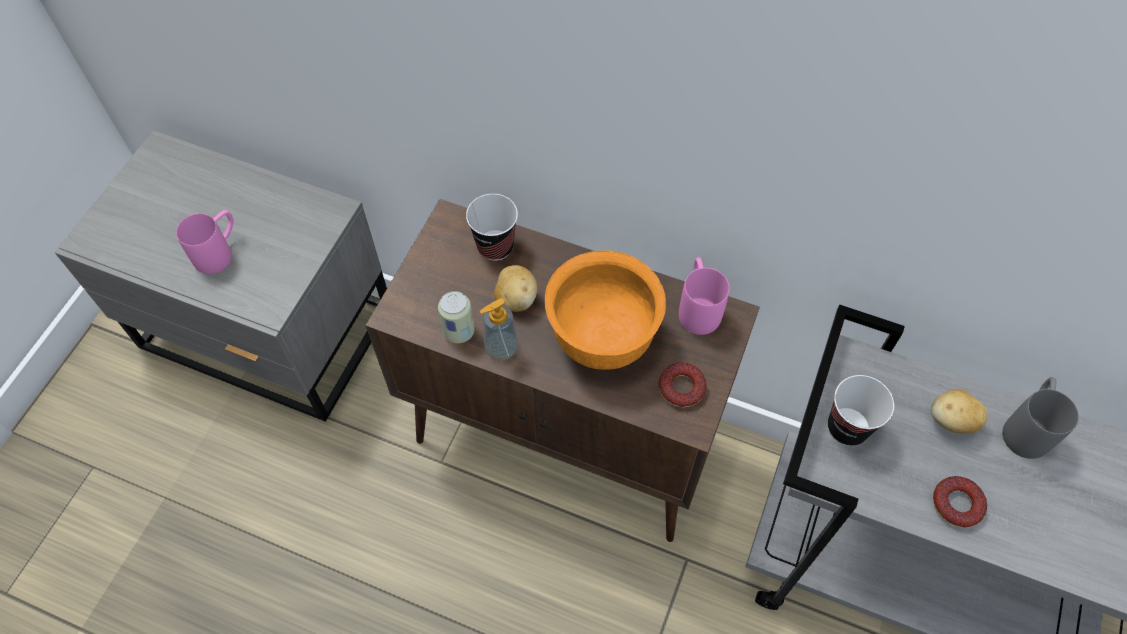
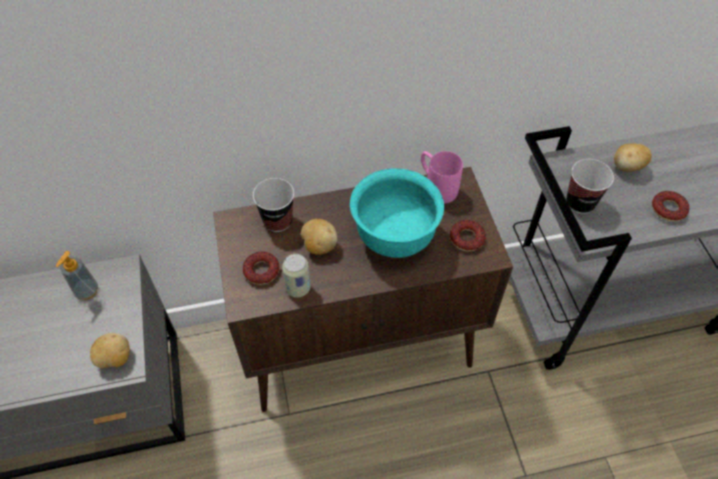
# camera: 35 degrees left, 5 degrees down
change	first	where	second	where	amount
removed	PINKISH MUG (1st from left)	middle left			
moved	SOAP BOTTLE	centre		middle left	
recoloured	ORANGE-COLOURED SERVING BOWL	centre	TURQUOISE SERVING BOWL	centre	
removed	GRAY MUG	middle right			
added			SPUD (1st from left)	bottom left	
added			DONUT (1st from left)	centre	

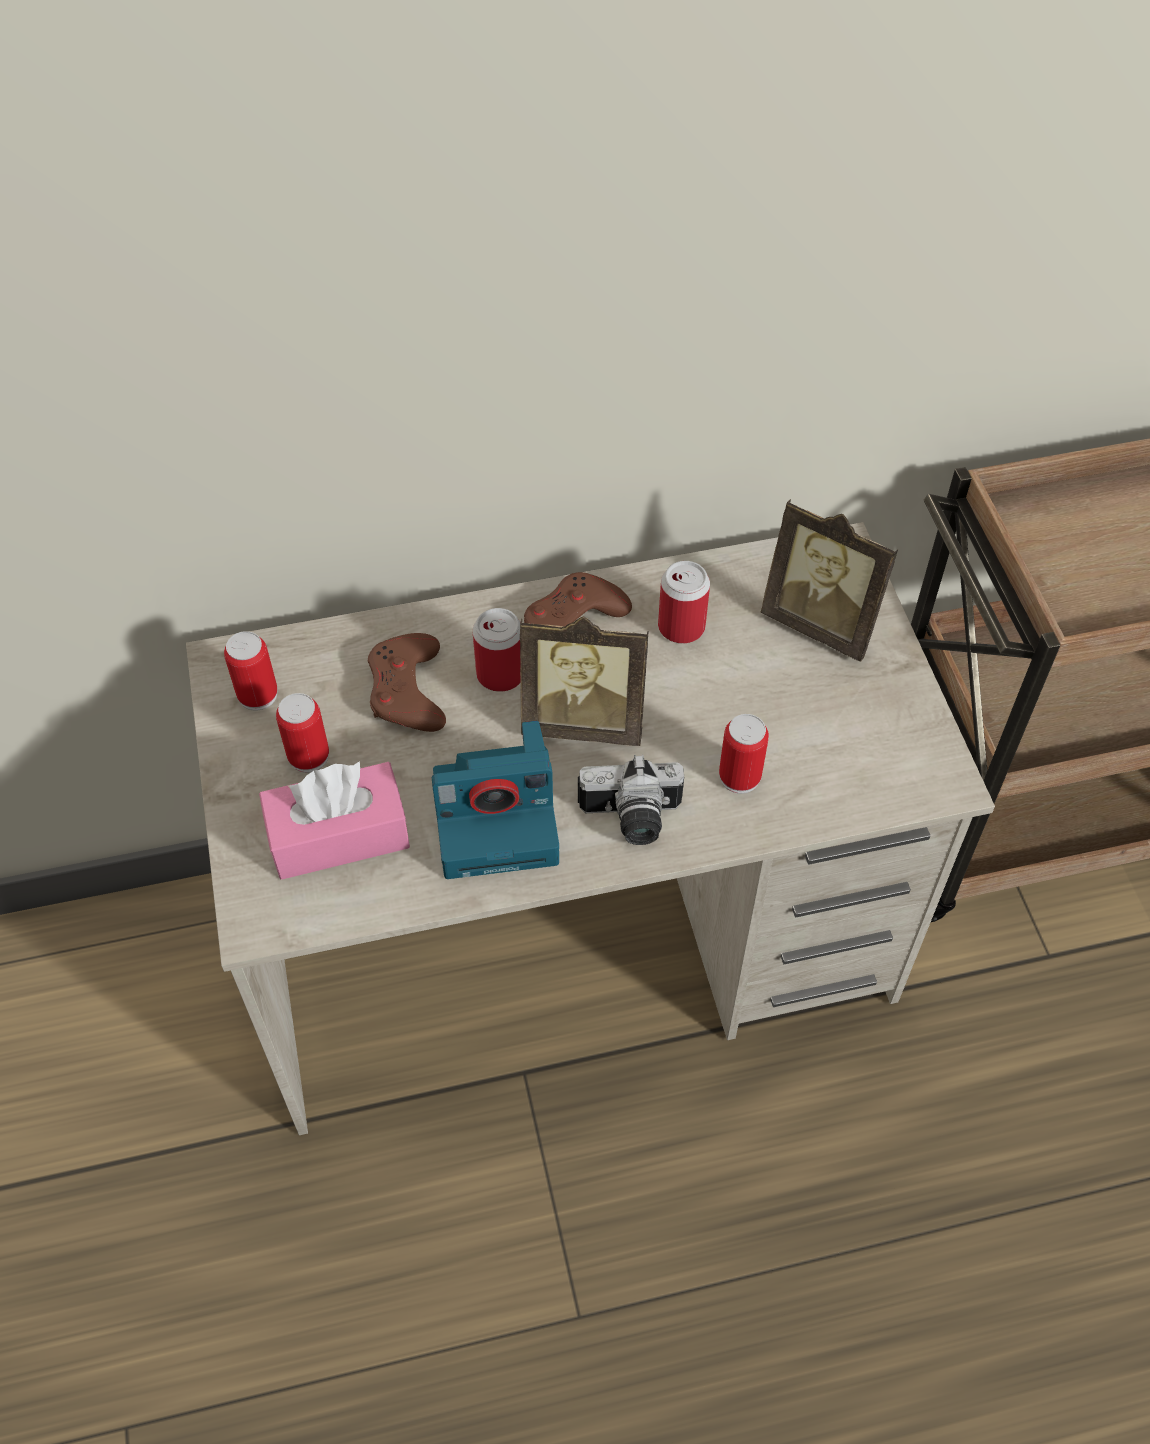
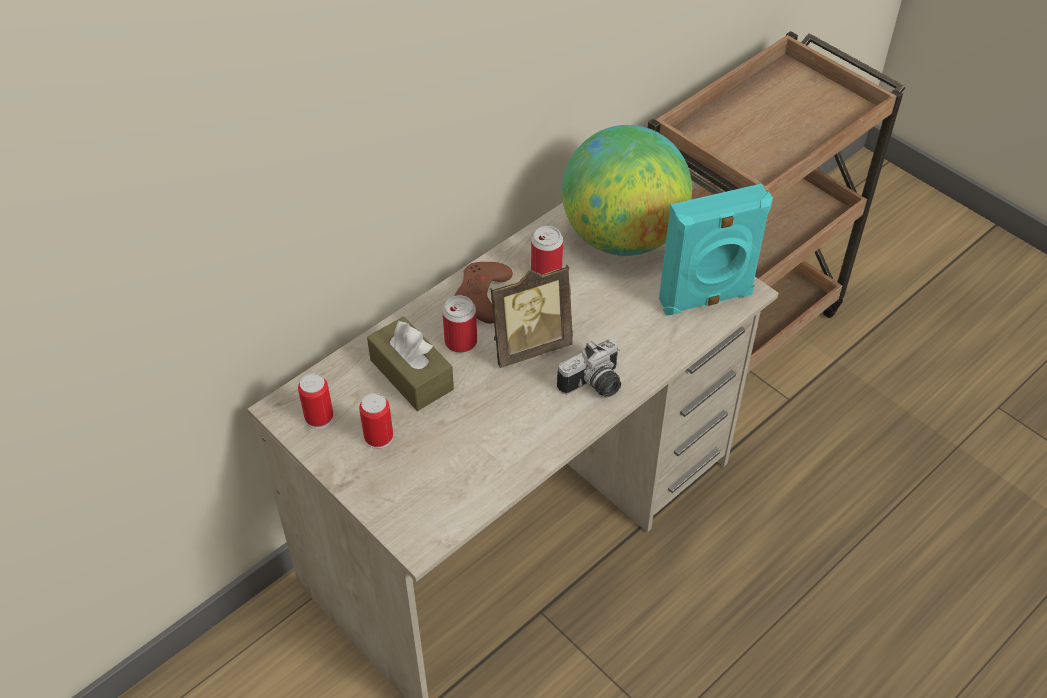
# camera: 30 degrees left, 5 degrees down
change	first	where	second	where	amount
removed	PINKISH TISSUE BOX	middle left			
replaced	BROWNISH JOYPAD (1st from left)	centre	BROWNISH TISSUE BOX	centre	
removed	PHOTO CAMERA (1st from left)	centre			
removed	METAL CAN (5th from left)	centre			
replaced	PHOTO FRAME (2nd from left)	middle right	DESK GLOBE	top centre	
added			TURQUOISE LOUDSPEAKER	middle right	

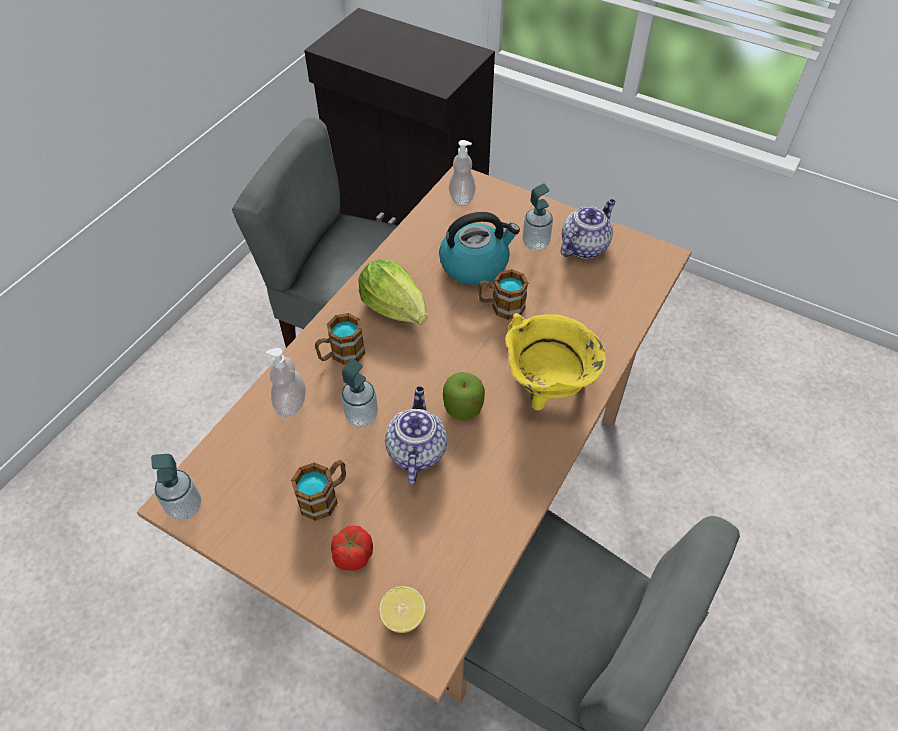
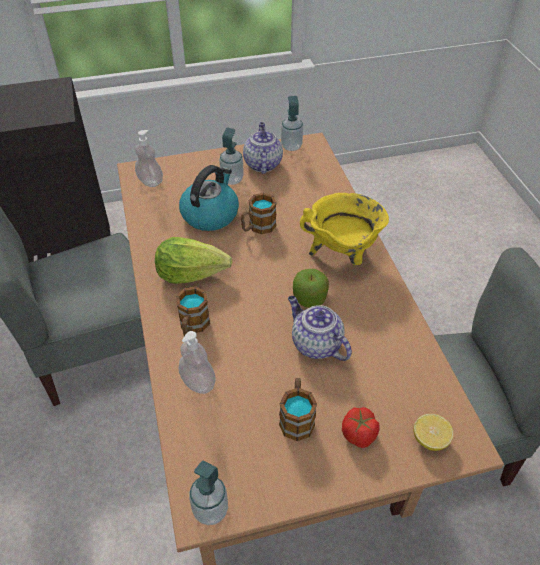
# camera: 45 degrees left, 5 degrees down
change	first	where	second	where	amount
moved	SOAP BOTTLE (3rd from left in the first image)	centre	SOAP BOTTLE (5th from left)	top centre	

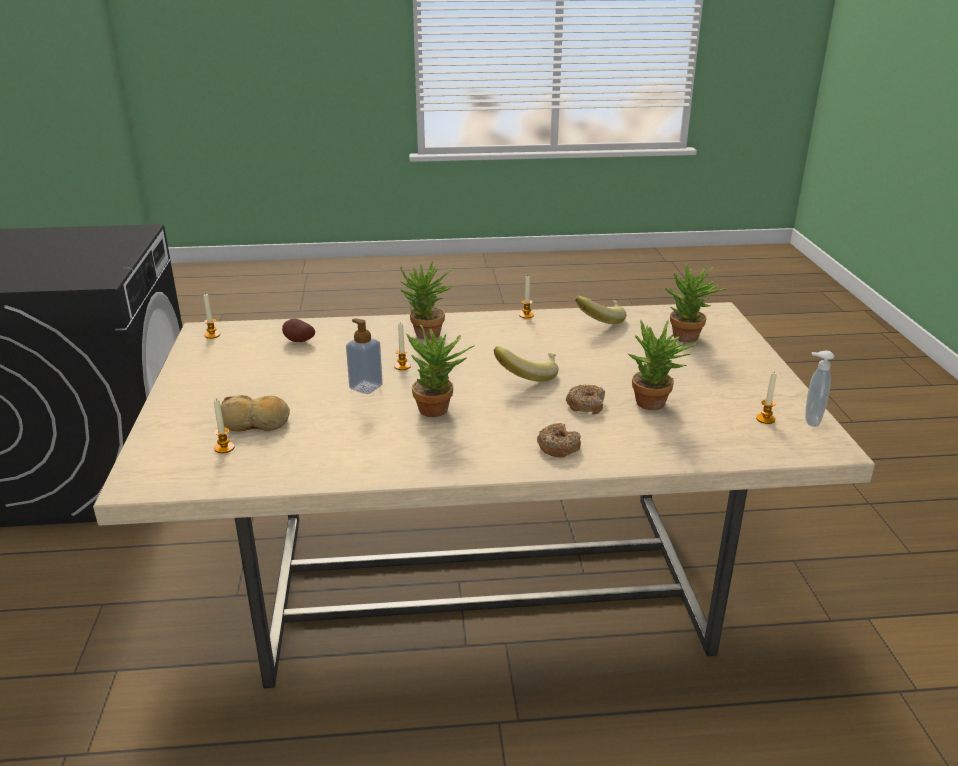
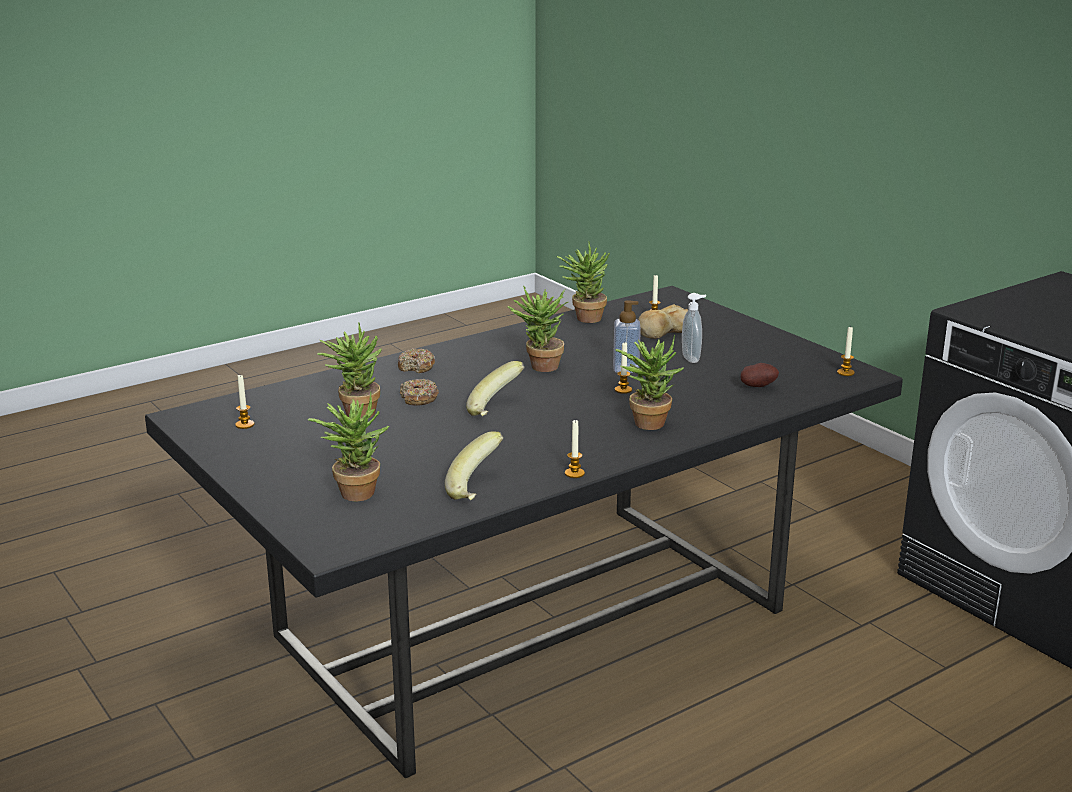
# camera: 150 degrees right, 5 degrees down
change	first	where	second	where	amount
recoloured	BEIGE-COLOURED DINING TABLE	centre	BLACK DINING TABLE	bottom centre	
moved	SOAP BOTTLE (2nd from left)	middle right		centre	
added			HOUSEPLANT (4th from left)	centre	

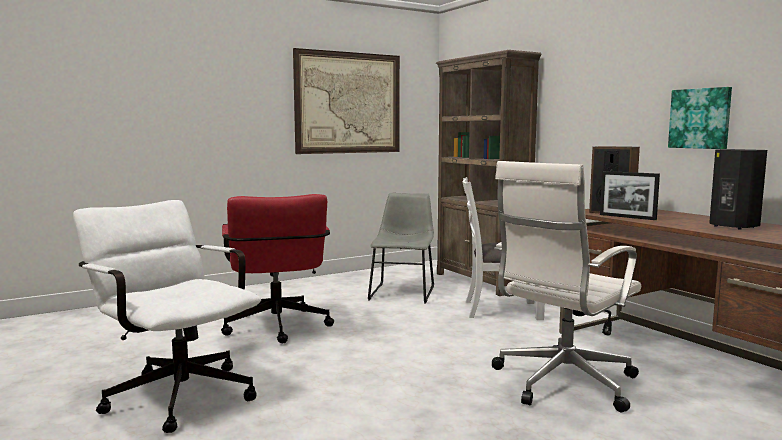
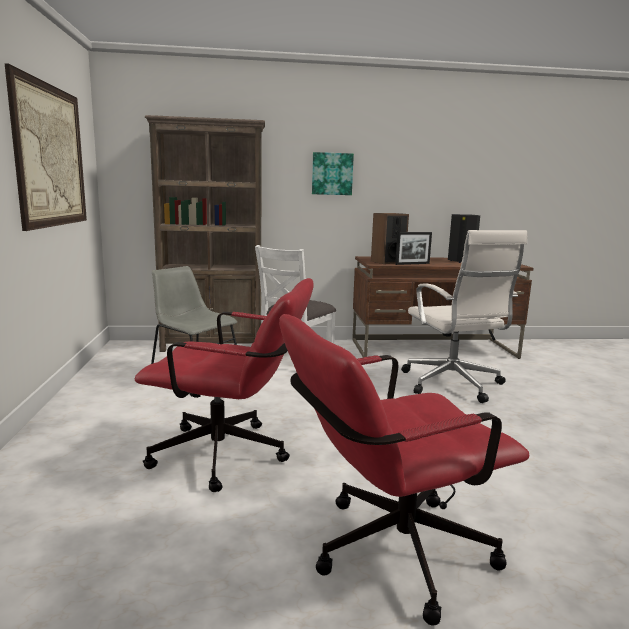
# camera: 65 degrees left, 5 degrees up
change	first	where	second	where	amount
recoloured	WHITE-COLOURED COMPUTER CHAIR (1st from left)	bottom left	RED-COLOURED COMPUTER CHAIR (2nd from left)	bottom centre	
moved	PICTURE (2nd from left)	top right		top centre	

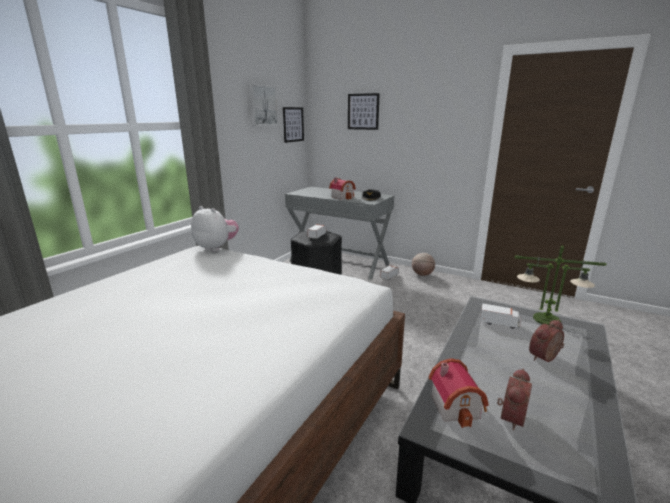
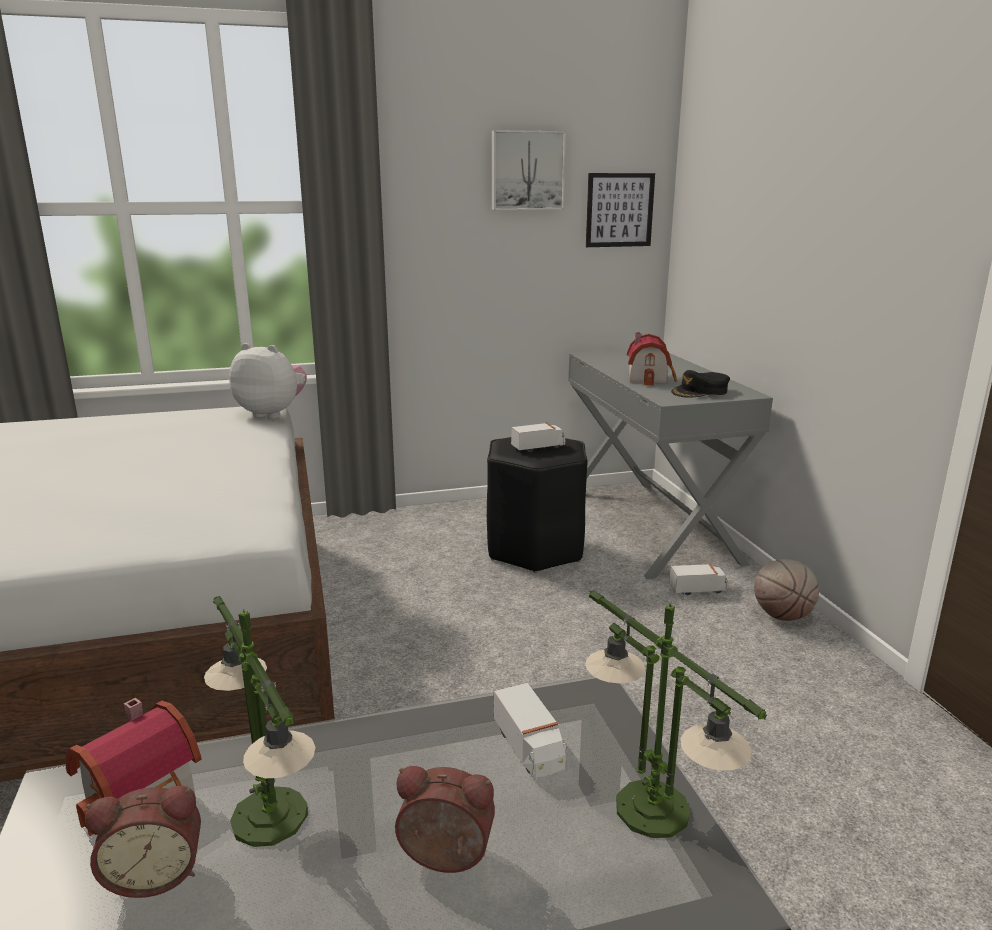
# camera: 45 degrees right, 0 degrees up
change	first	where	second	where	amount
turned	SOFT TOY	middle left		middle left	60 degrees counterclockwise
removed	PICTURE (3rd from left)	top centre			
added			LAMP FOR A TABLE (1st from left)	bottom left	

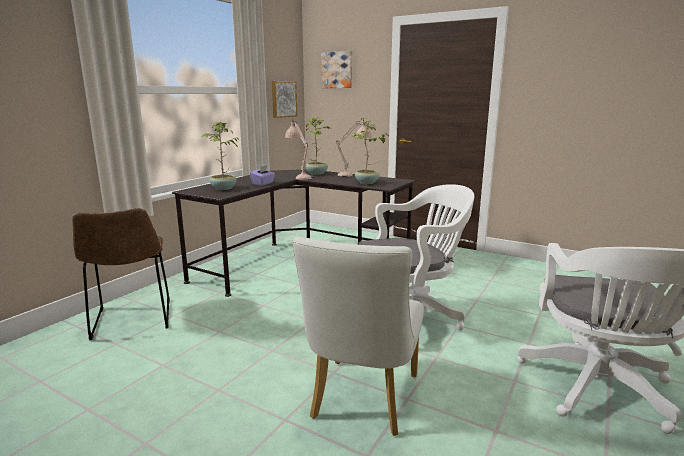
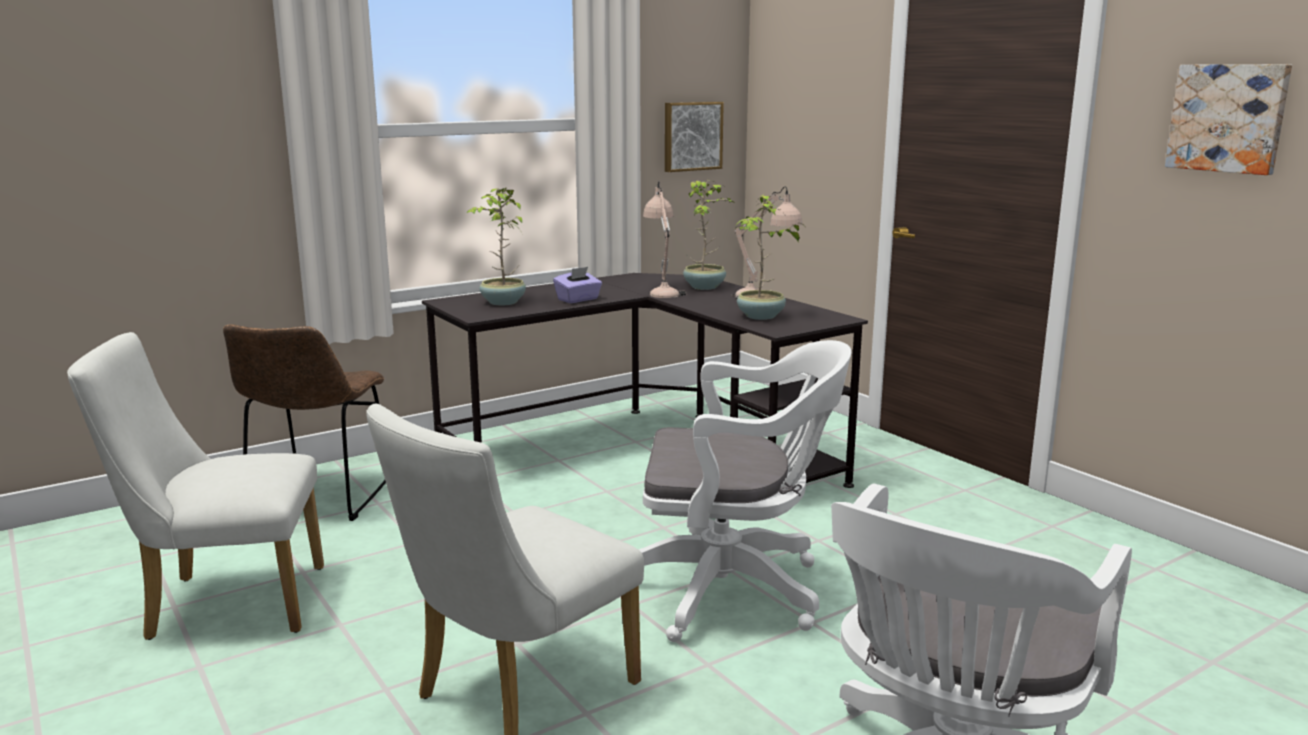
# camera: 25 degrees right, 0 degrees up
change	first	where	second	where	amount
moved	PICTURE (2nd from left)	top centre		top right	
added			WHITE-COLOURED PLAIN CHAIR (1st from left)	middle left	

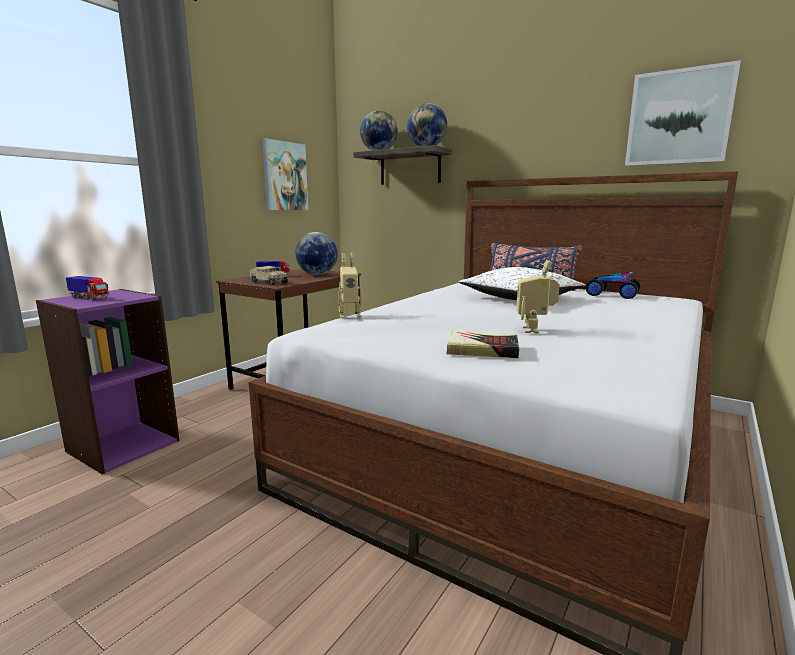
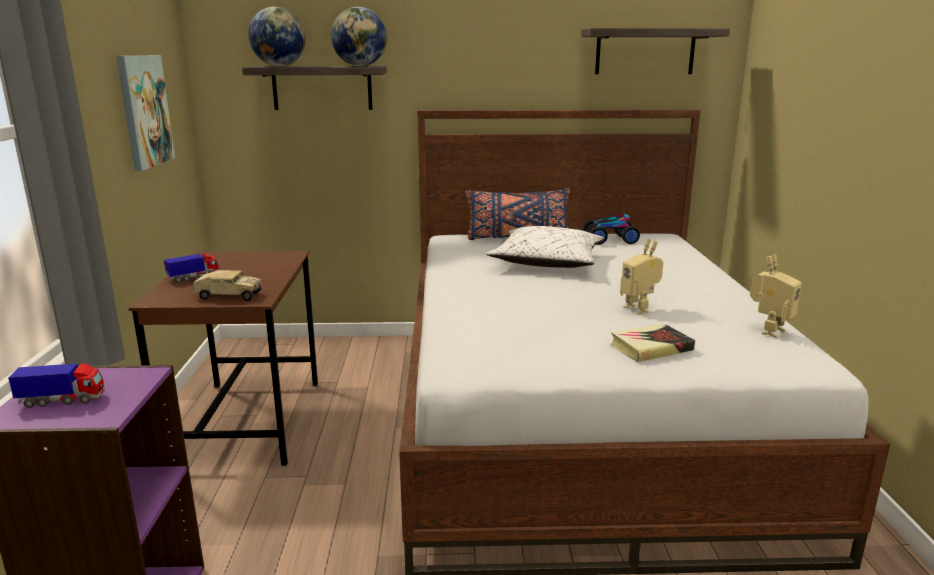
# camera: 35 degrees left, 5 degrees up
change	first	where	second	where	amount
removed	DESK GLOBE (1st from left)	centre			
moved	TOY ROBOT (1st from left in the first image)	centre	TOY ROBOT (2nd from left)	middle right	
replaced	PICTURE (2nd from left)	top right	WALL SHELF (2nd from left)	top right	

